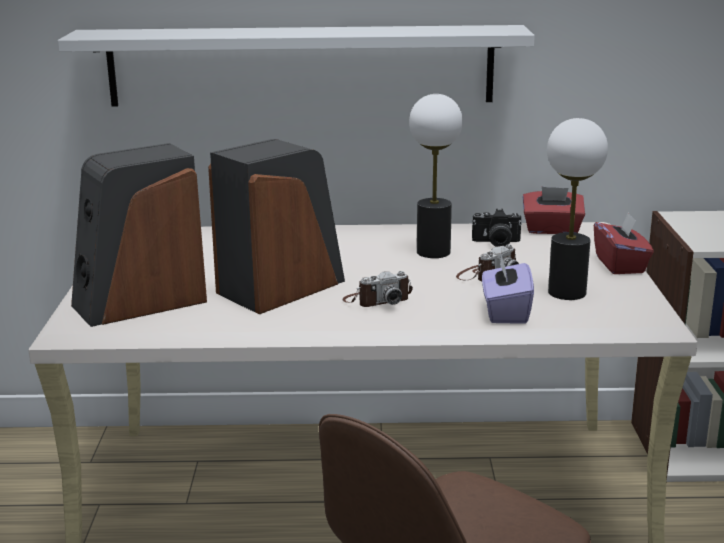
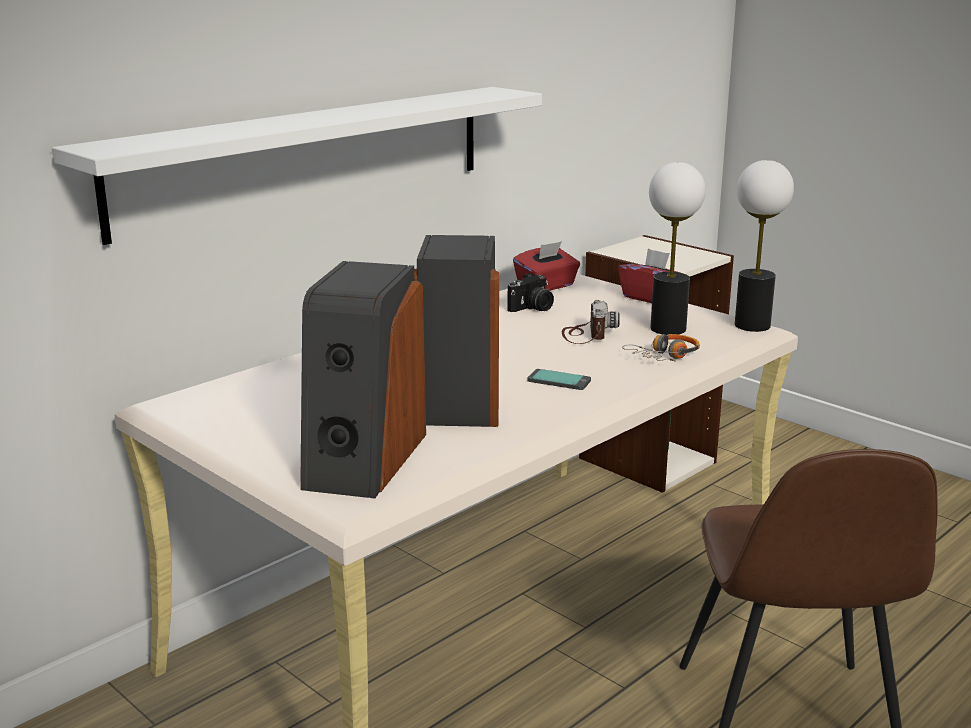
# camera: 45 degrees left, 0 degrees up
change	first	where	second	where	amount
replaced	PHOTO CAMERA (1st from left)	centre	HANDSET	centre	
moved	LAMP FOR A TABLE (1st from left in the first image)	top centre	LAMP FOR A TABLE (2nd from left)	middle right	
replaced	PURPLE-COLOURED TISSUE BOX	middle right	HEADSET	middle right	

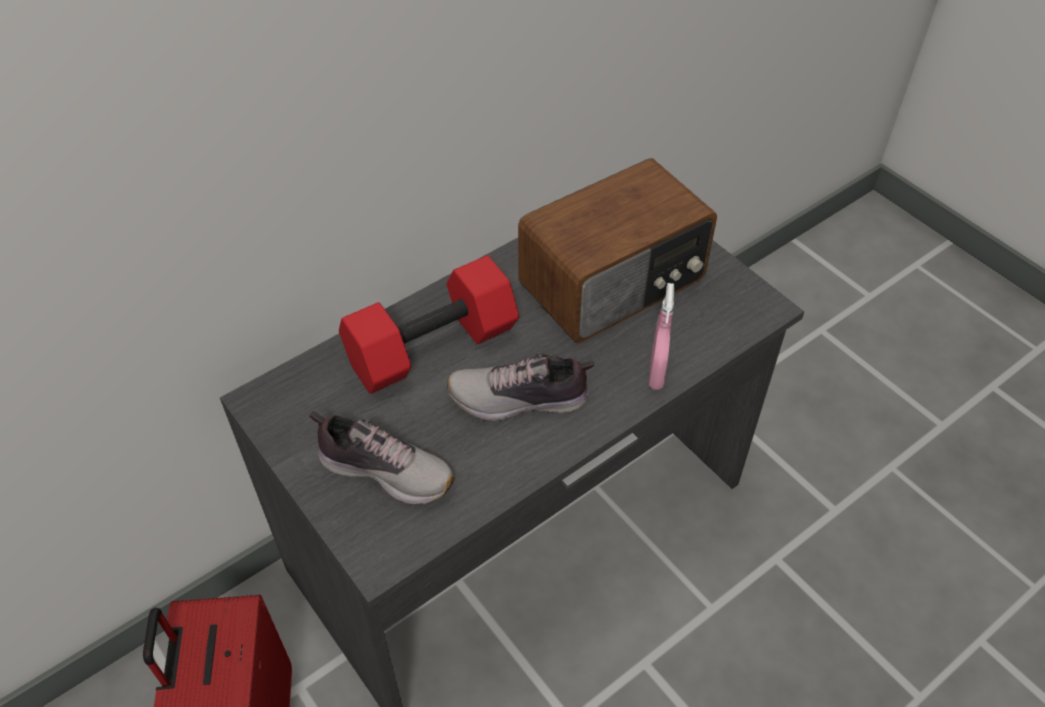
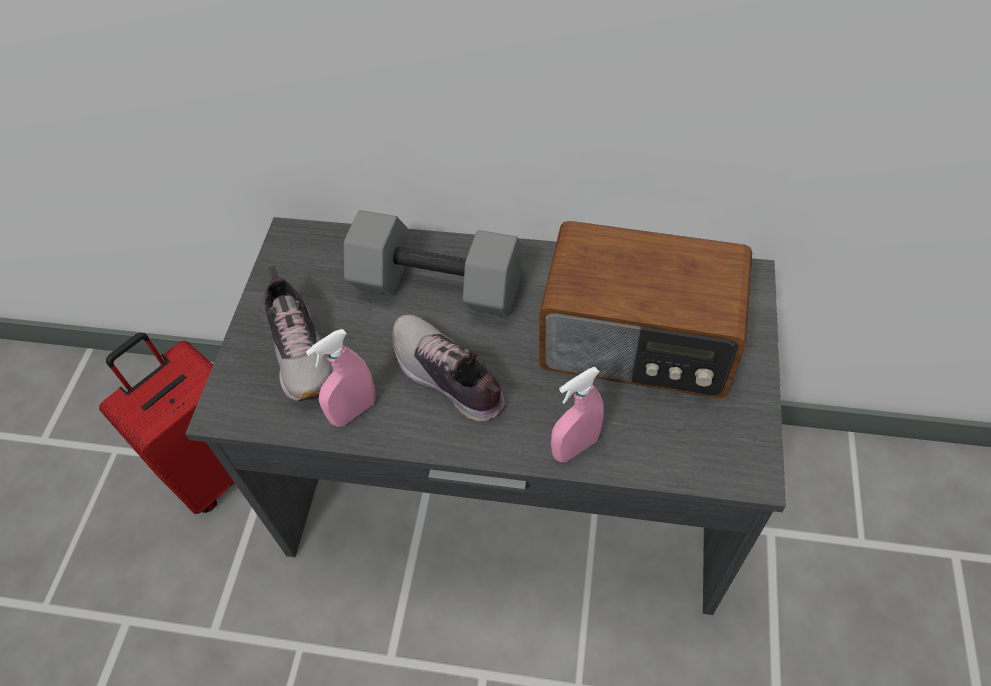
# camera: 50 degrees right, 5 degrees up
change	first	where	second	where	amount
recoloured	RED-COLOURED DUMBBELL	centre	GRAY DUMBBELL	centre	
added			PINKISH SPRAY BOTTLE (1st from left)	centre	

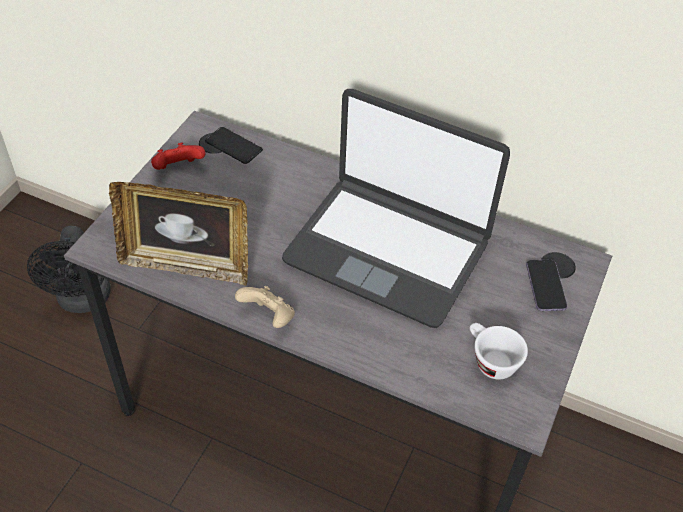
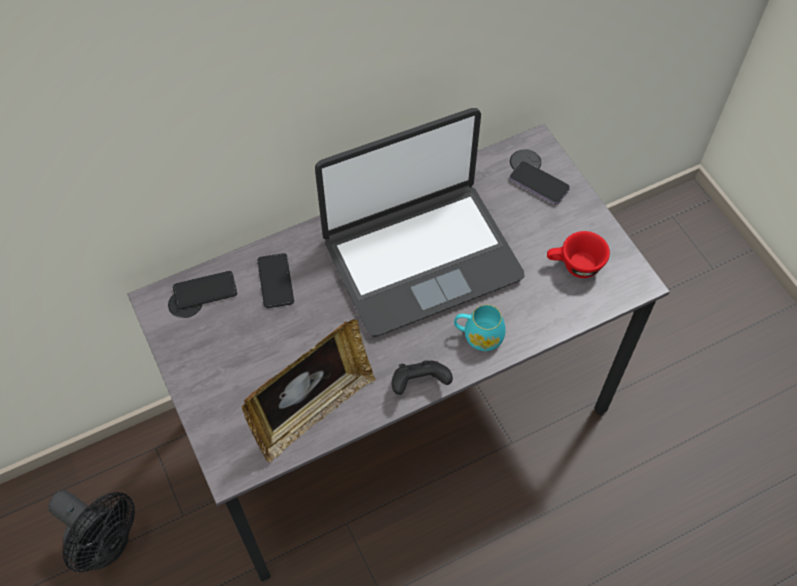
# camera: 50 degrees left, 10 degrees up
change	first	where	second	where	amount
removed	RED-COLOURED JOYPAD	top left			
recoloured	BEIGE-COLOURED JOYPAD	centre	BLACK JOYPAD	centre	
recoloured	WHITE-COLOURED SMALL CUP	bottom right	RED-COLOURED SMALL CUP	middle right	
added			HANDSET (2nd from left)	centre	
added			TURQUOISE MUG	centre	

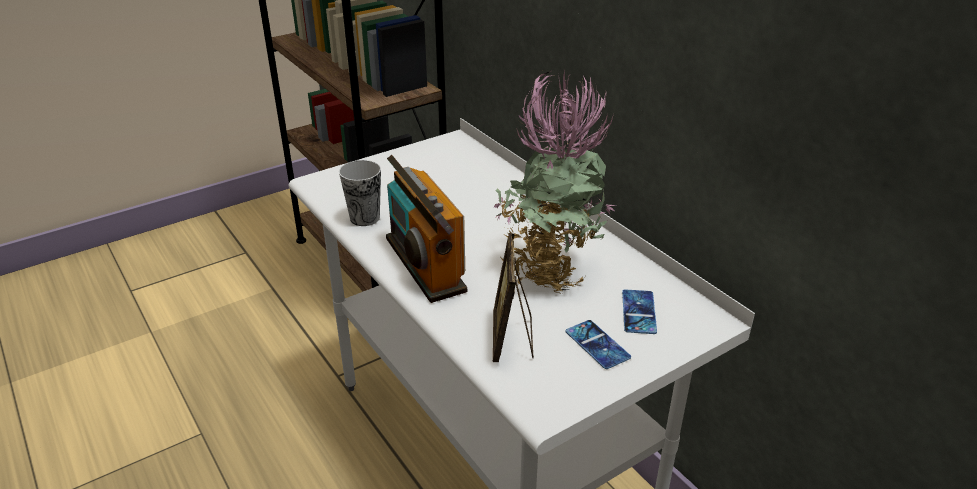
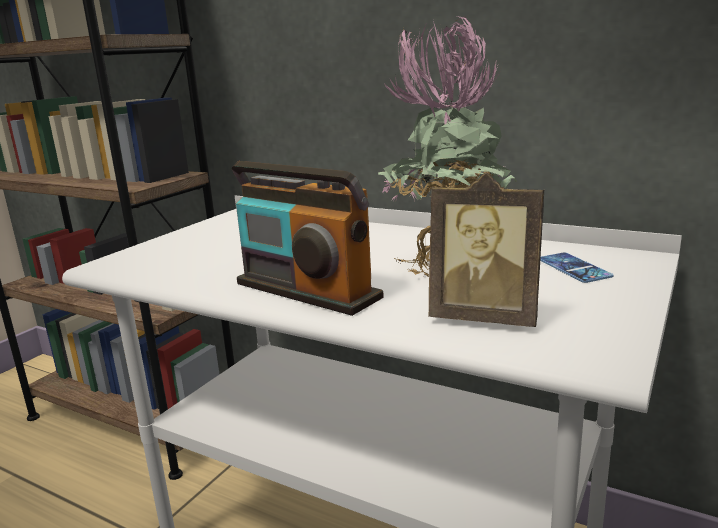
# camera: 25 degrees left, 15 degrees down
change	first	where	second	where	amount
removed	SMALL CUP	centre			
turned	PHOTO FRAME	centre		middle right	45 degrees counterclockwise
removed	HANDSET (1st from left)	bottom centre			

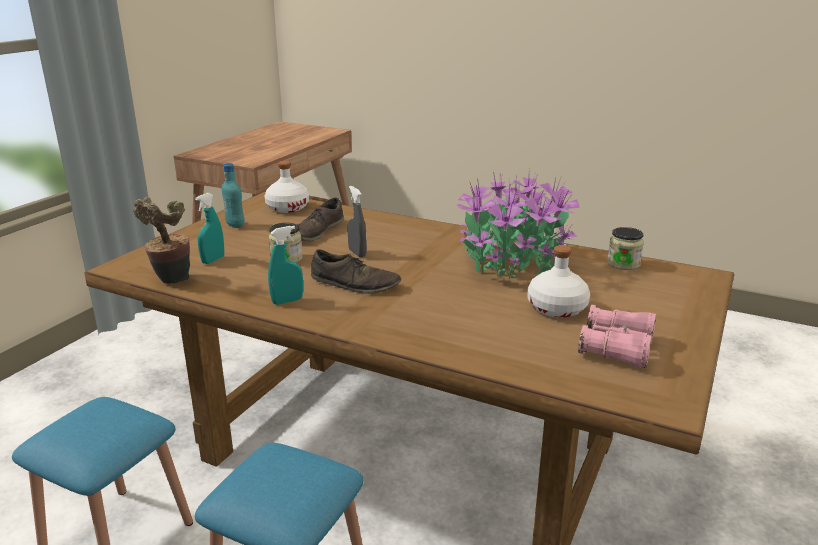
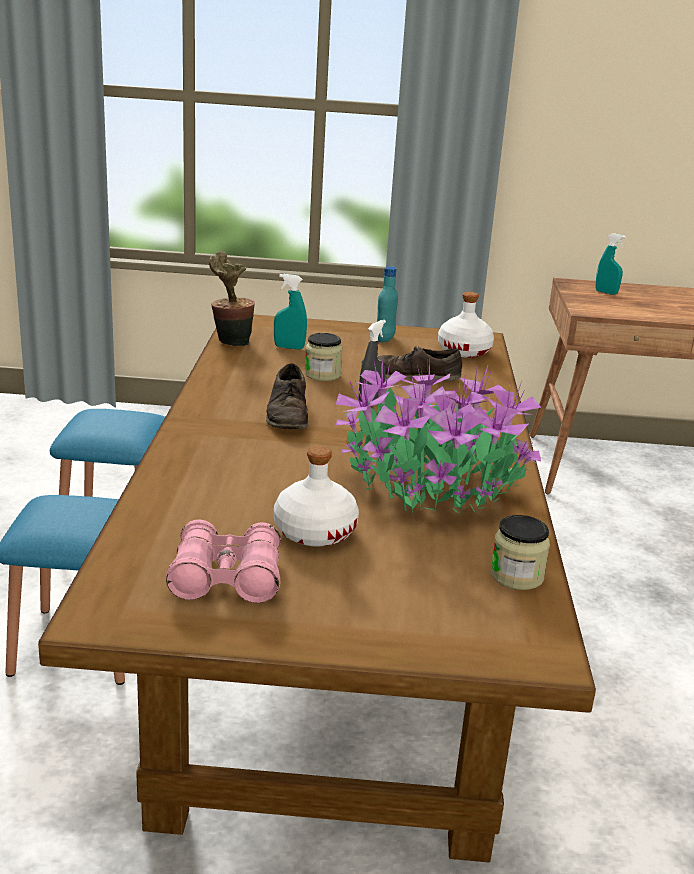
# camera: 65 degrees right, 0 degrees up
change	first	where	second	where	amount
moved	TURQUOISE SPRAY BOTTLE (2nd from left)	centre		top right	

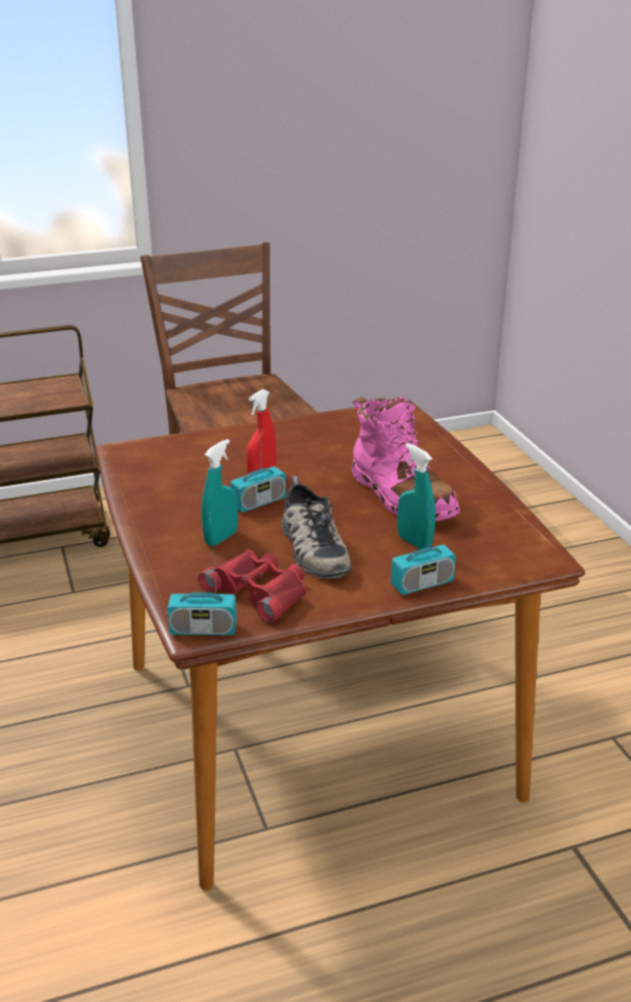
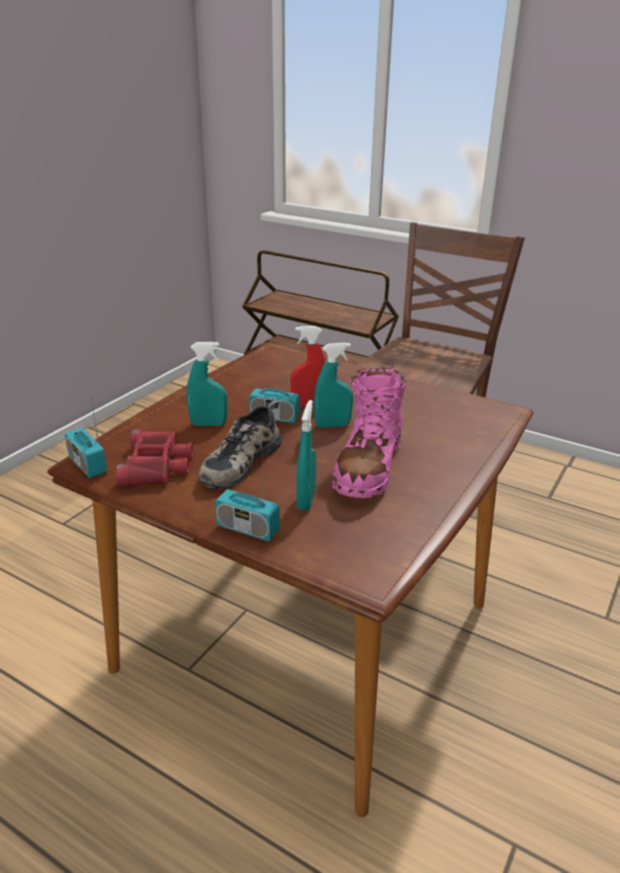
# camera: 50 degrees right, 0 degrees up
change	first	where	second	where	amount
added			TURQUOISE SPRAY BOTTLE (3rd from left)	centre	

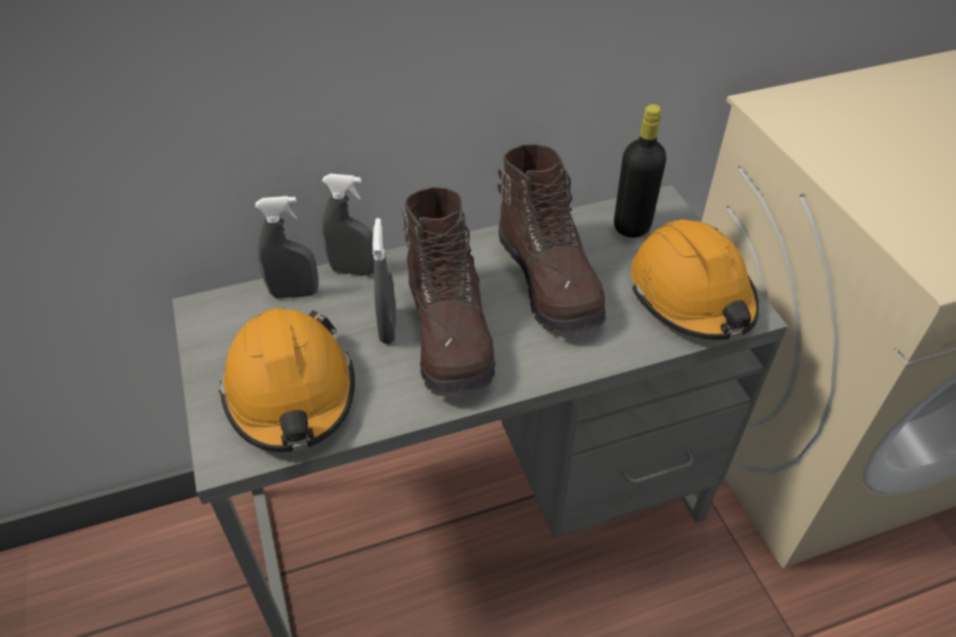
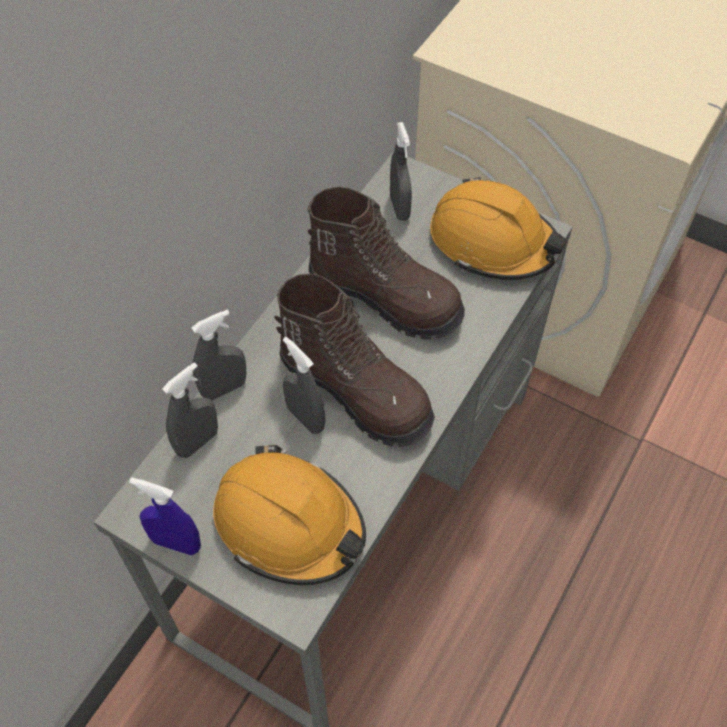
# camera: 40 degrees left, 10 degrees up
change	first	where	second	where	amount
replaced	BLACK DRINK BOTTLE	top right	GRAY SPRAY BOTTLE (4th from left)	top centre	
added			BLUISH SPRAY BOTTLE	bottom left	

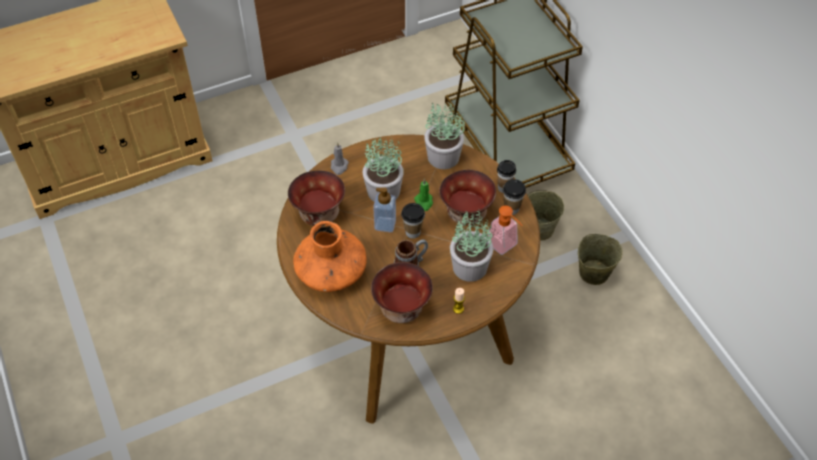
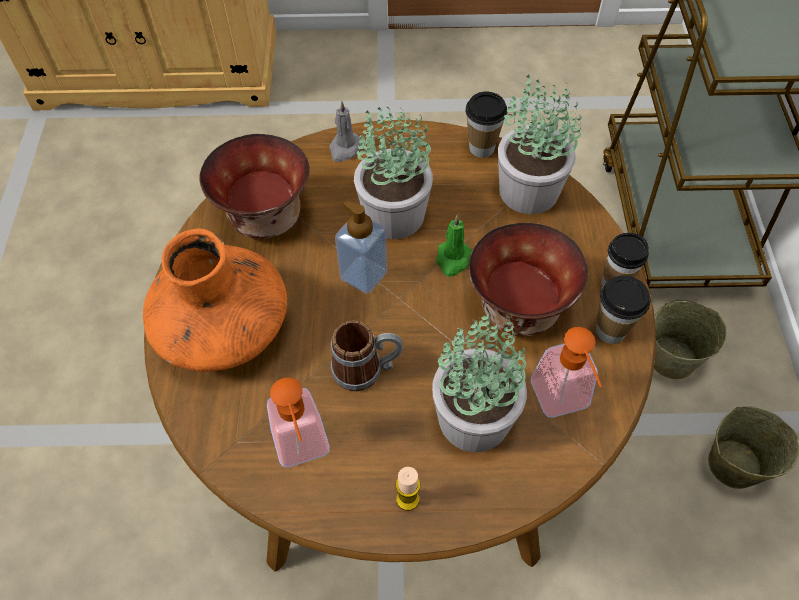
# camera: 25 degrees right, 5 degrees up
change	first	where	second	where	amount
replaced	SERVING BOWL (2nd from left)	centre	SOAP BOTTLE (1st from left)	bottom centre	
moved	SMALL CUP (1st from left)	centre		top centre	

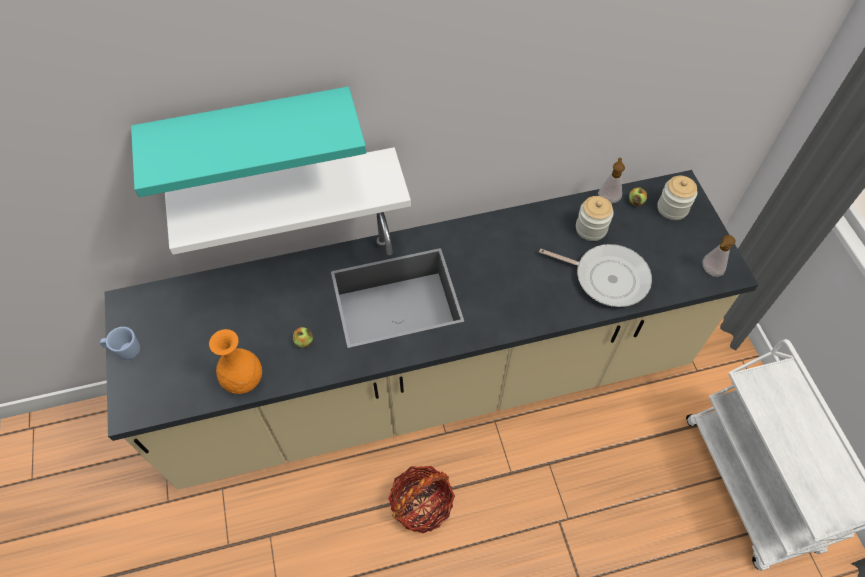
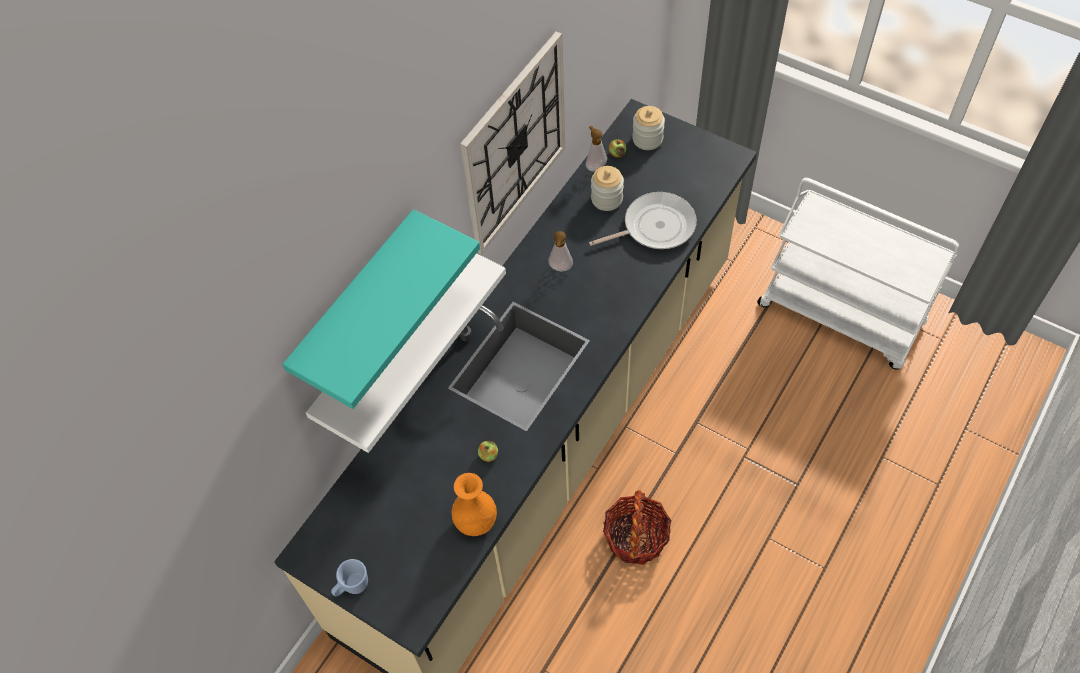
# camera: 40 degrees left, 0 degrees up
change	first	where	second	where	amount
moved	SOAP BOTTLE (2nd from left in the first image)	middle right	SOAP BOTTLE (1st from left)	centre	
added			HANGING CLOCK	top centre	

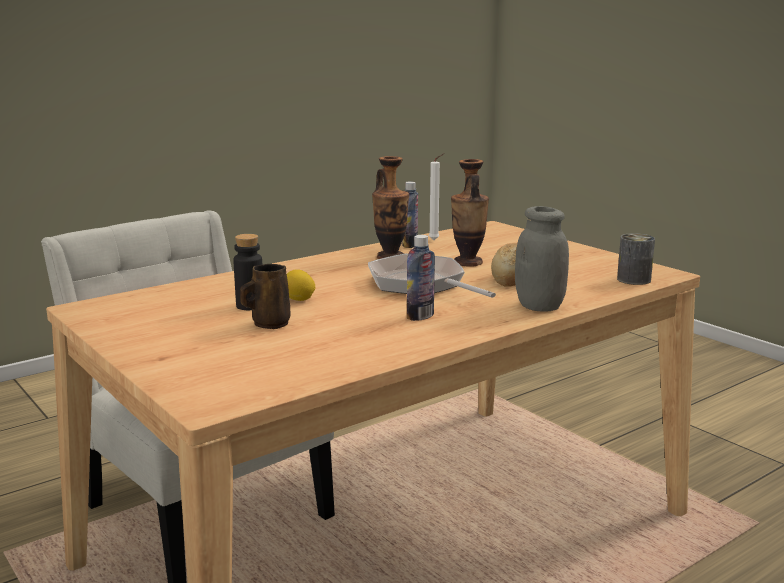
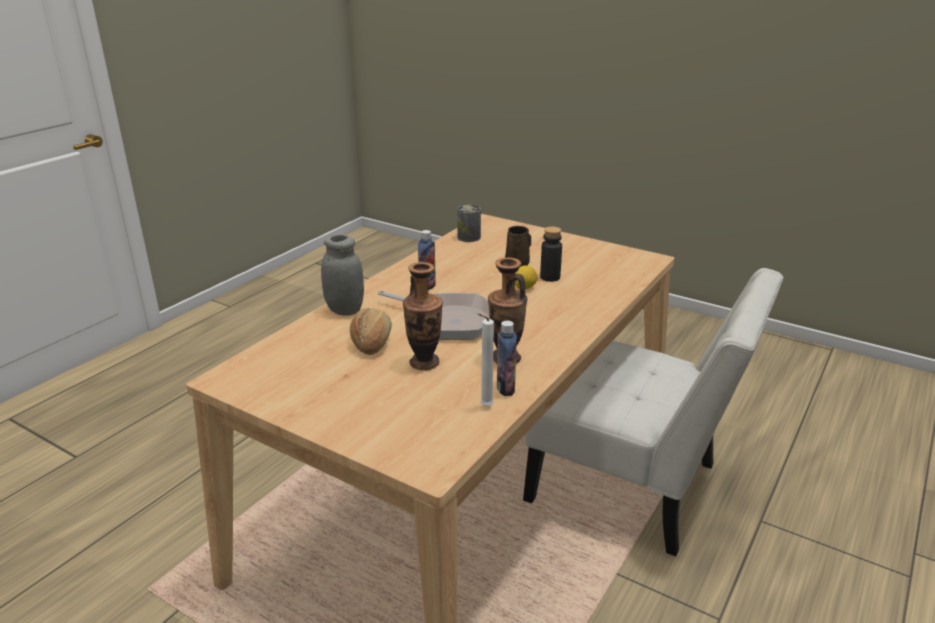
# camera: 160 degrees right, 10 degrees up
change	first	where	second	where	amount
moved	METAL CAN	middle right		centre	

